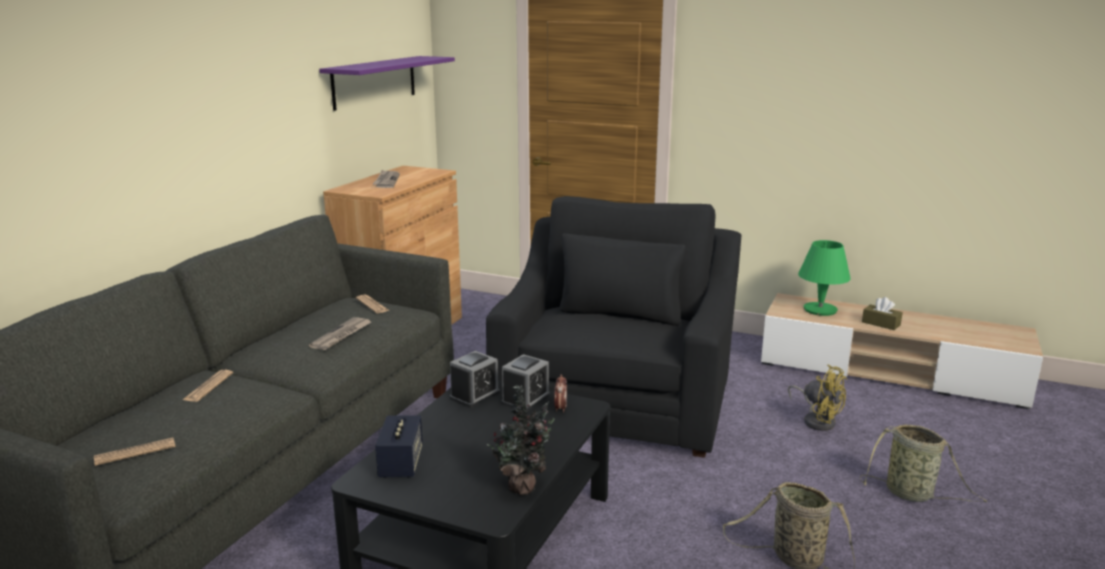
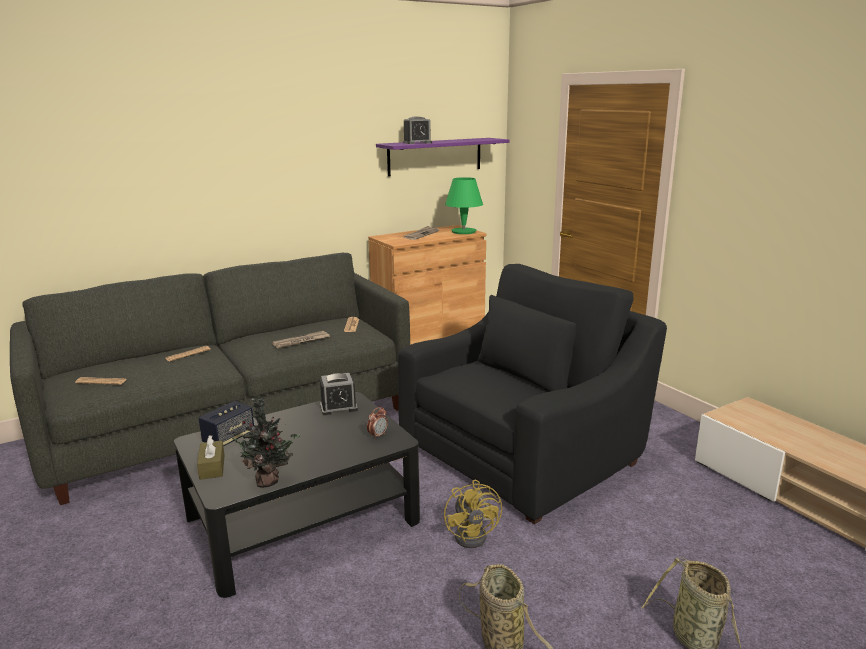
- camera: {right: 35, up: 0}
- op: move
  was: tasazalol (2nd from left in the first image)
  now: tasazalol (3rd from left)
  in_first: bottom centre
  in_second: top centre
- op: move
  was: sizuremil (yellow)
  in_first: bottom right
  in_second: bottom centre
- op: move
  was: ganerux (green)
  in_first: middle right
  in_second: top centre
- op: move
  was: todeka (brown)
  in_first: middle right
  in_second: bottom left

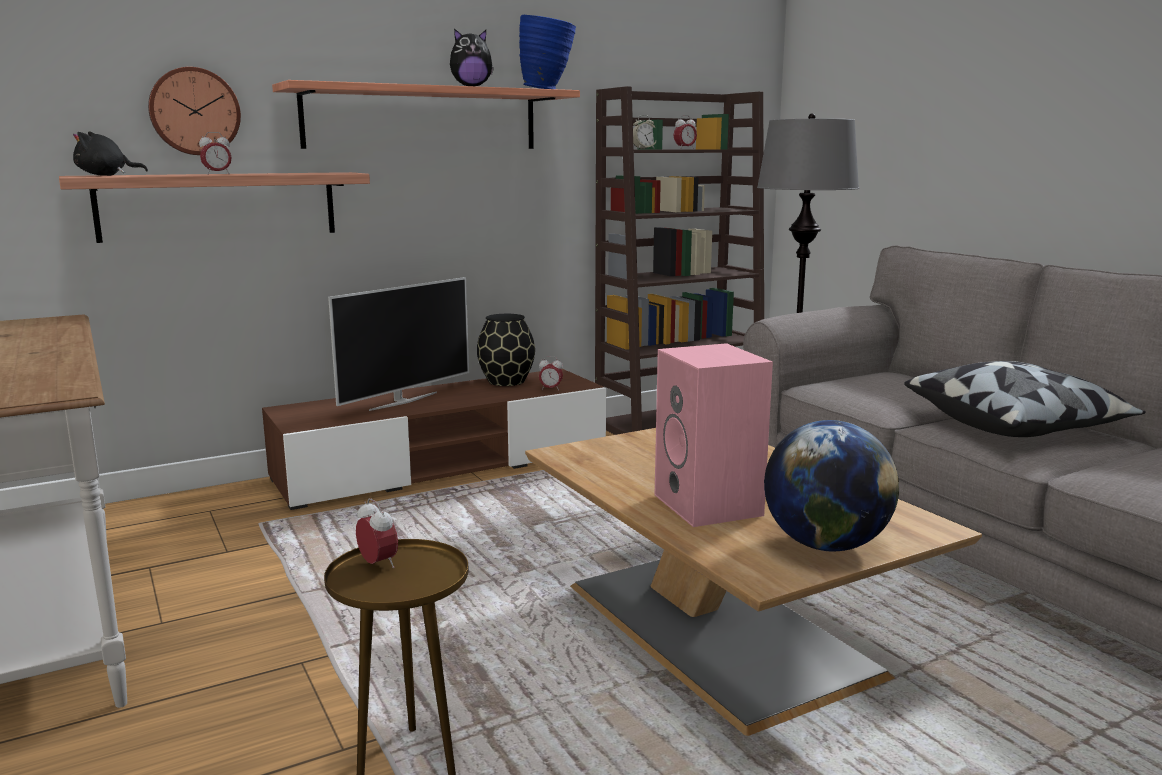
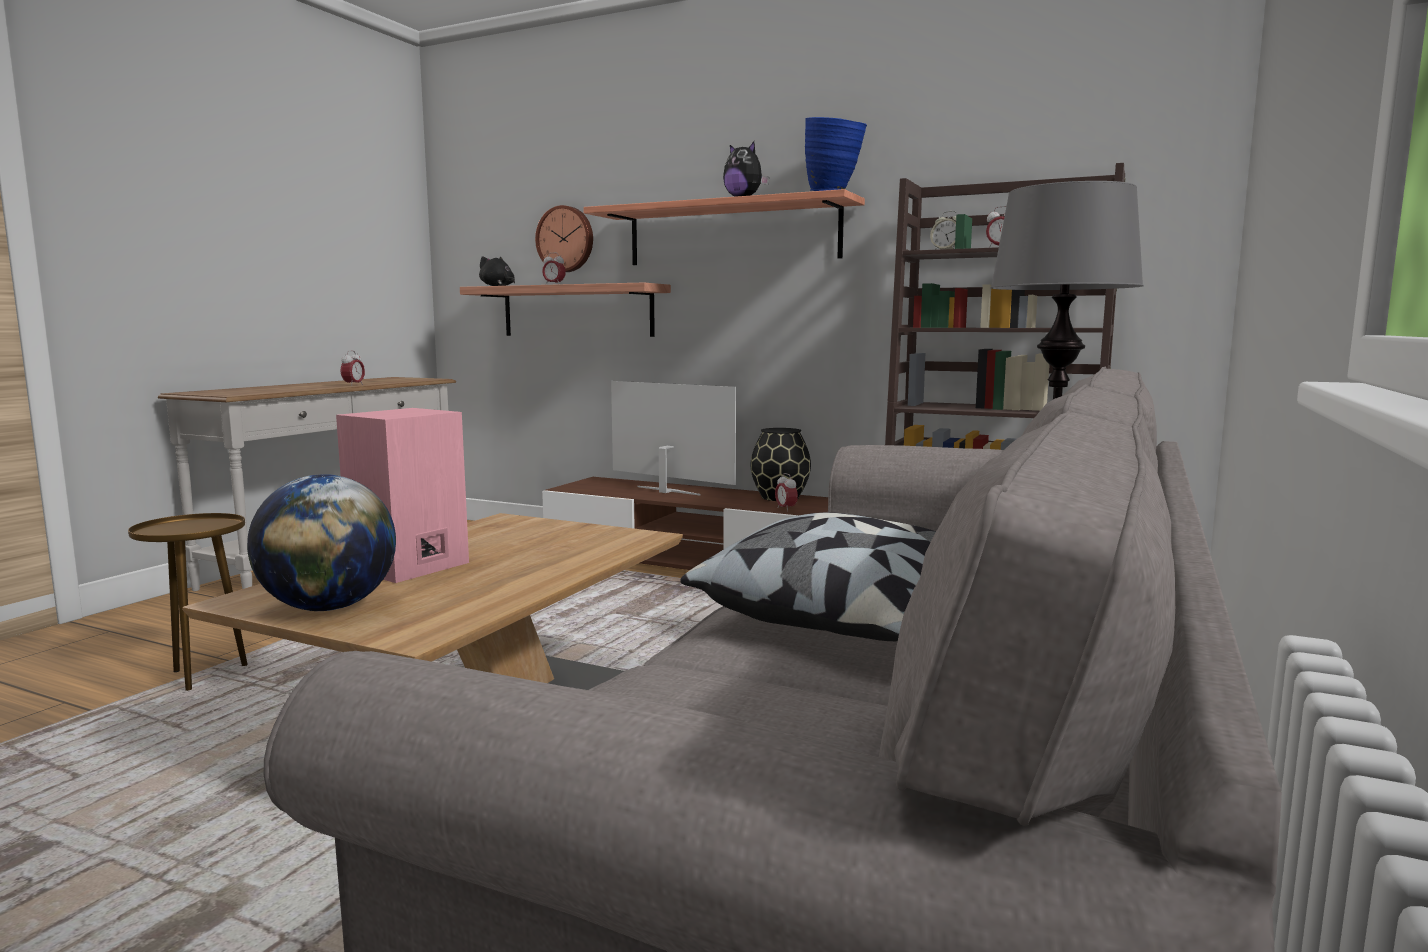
- camera: {right: 55, up: -5}
- op: move
  was: tasazalol (2nd from left in the first image)
  now: tasazalol (1st from left)
  in_first: bottom left
  in_second: middle left
- op: rotate
  was: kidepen
  in_first: centre
  in_second: centre
  clockwise: -150

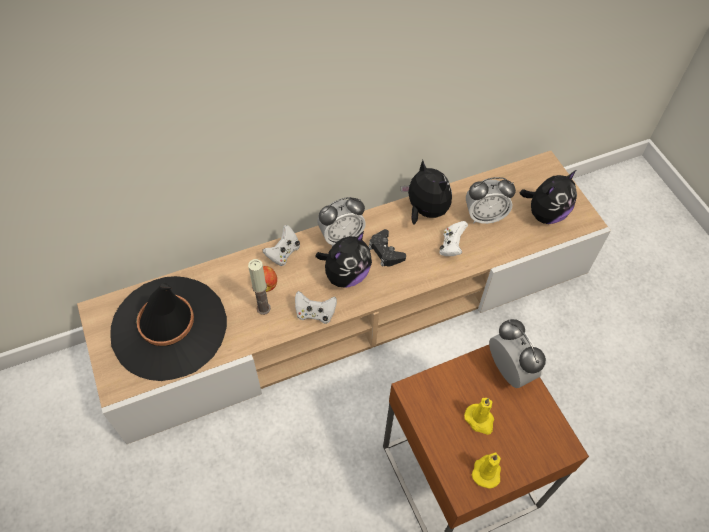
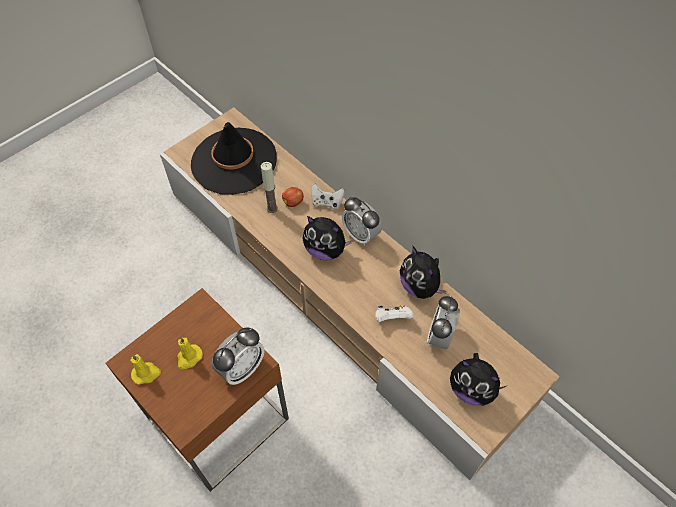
- camera: {right: 70, up: 0}
- op: delete
  was: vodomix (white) (2nd from left)
  in_first: centre
- op: delete
  was: vodomix (black)
  in_first: centre
- op: rotate
  was: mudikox (2nd from left)
  in_first: centre
  in_second: centre
  clockwise: 120
- op: rotate
  was: tasazalol (2nd from left in the first image)
  in_first: middle right
  in_second: centre
  clockwise: 45

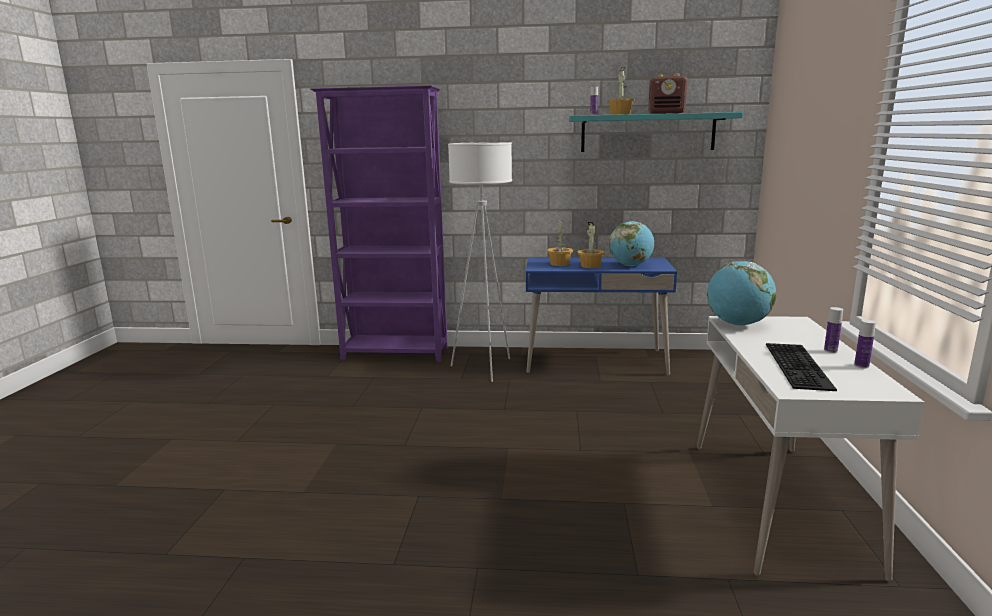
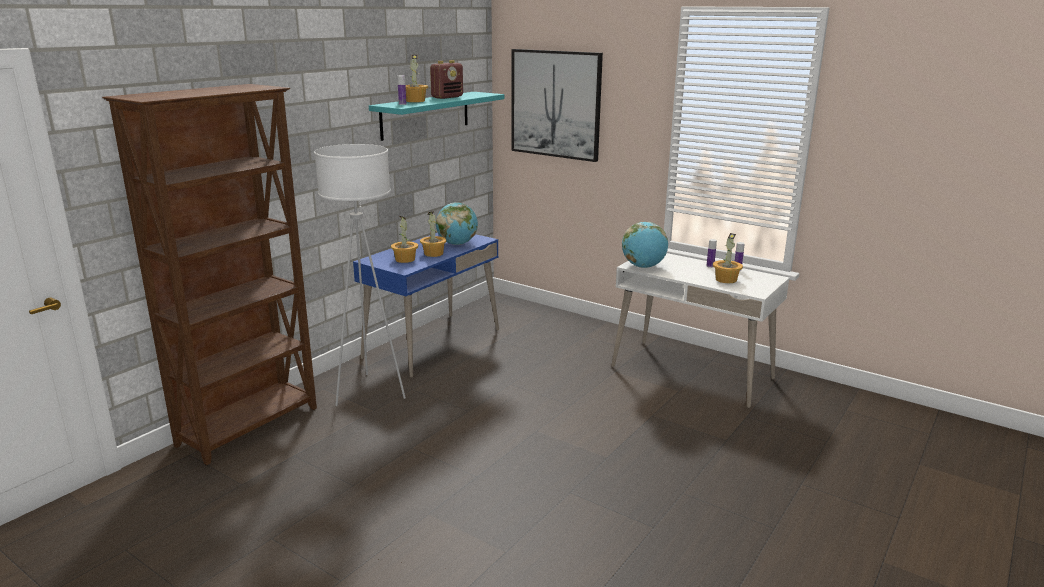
- camera: {right: -60, up: 5}
- op: insert
  now: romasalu
  in_second: top centre
- op: replace
  was: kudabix
  now: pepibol (4th from left)
  in_first: middle right
  in_second: middle right
- op: recolor
  was: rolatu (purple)
  now: rolatu (brown)
  in_first: centre
  in_second: middle left

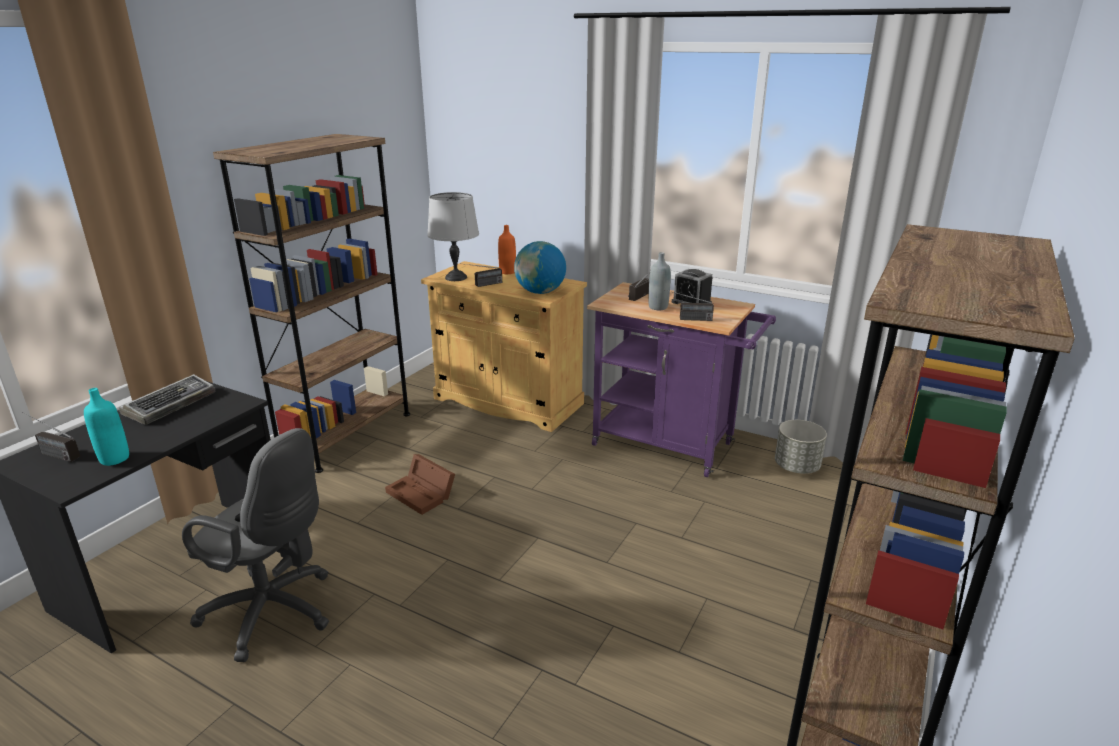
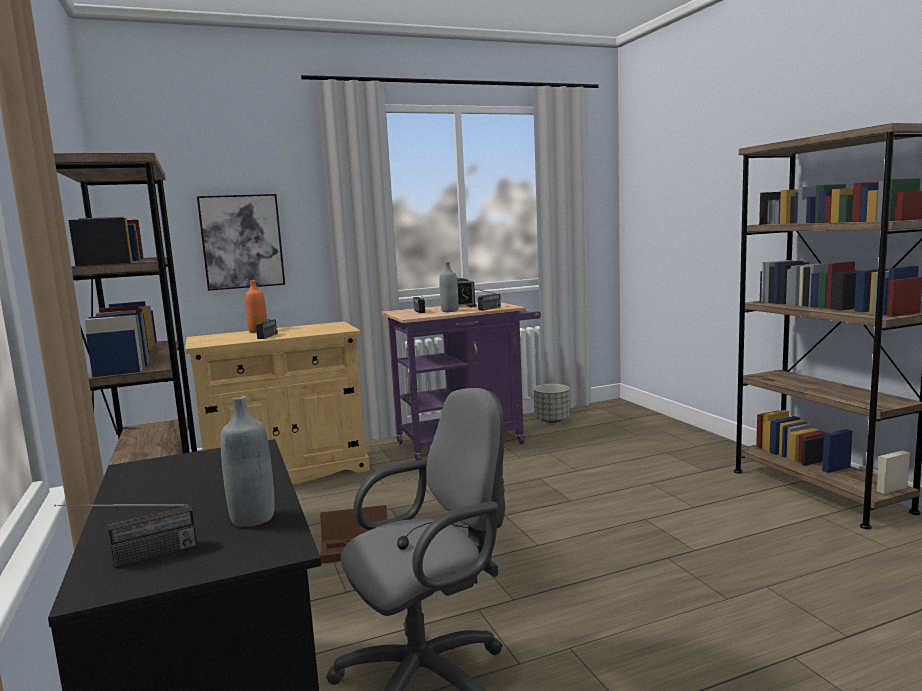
- camera: {right: -50, up: -15}
- op: delete
  was: kudabix
  in_first: middle left
- op: delete
  was: ganerux (grey)
  in_first: top centre
- op: delete
  was: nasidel
  in_first: centre
- op: insert
  now: romasalu
  in_second: middle left
- op: recolor
  was: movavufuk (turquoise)
  now: movavufuk (grey) (1st from left)
  in_first: middle left
  in_second: bottom left

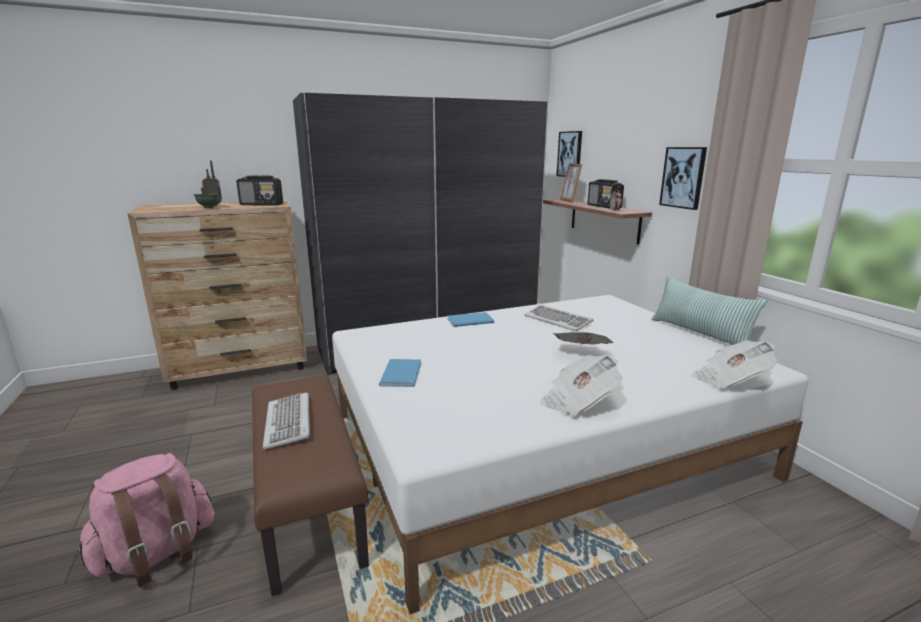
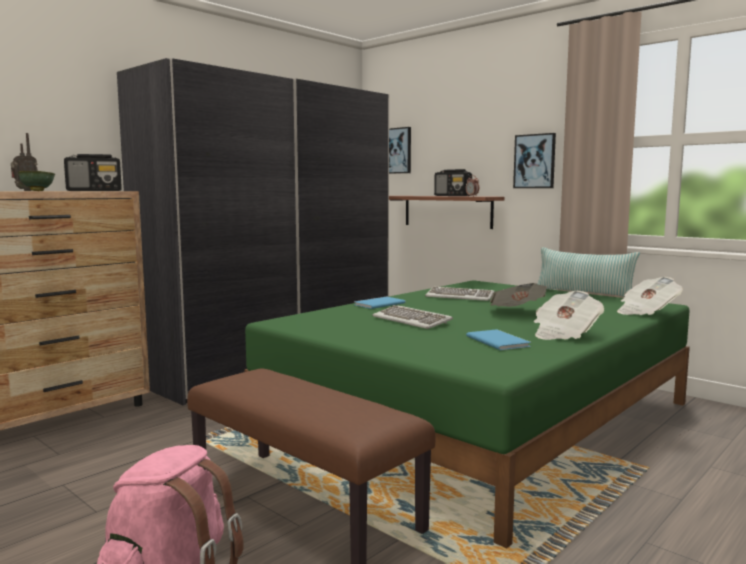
- camera: {right: -25, up: -10}
- op: delete
  was: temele
  in_first: top centre
- op: move
  was: kudabix (1st from left)
  in_first: bottom left
  in_second: centre
- op: move
  was: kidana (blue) (1st from left in the first image)
  now: kidana (blue) (2nd from left)
  in_first: centre
  in_second: middle right
- op: recolor
  was: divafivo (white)
  now: divafivo (green)
  in_first: bottom centre
  in_second: bottom centre

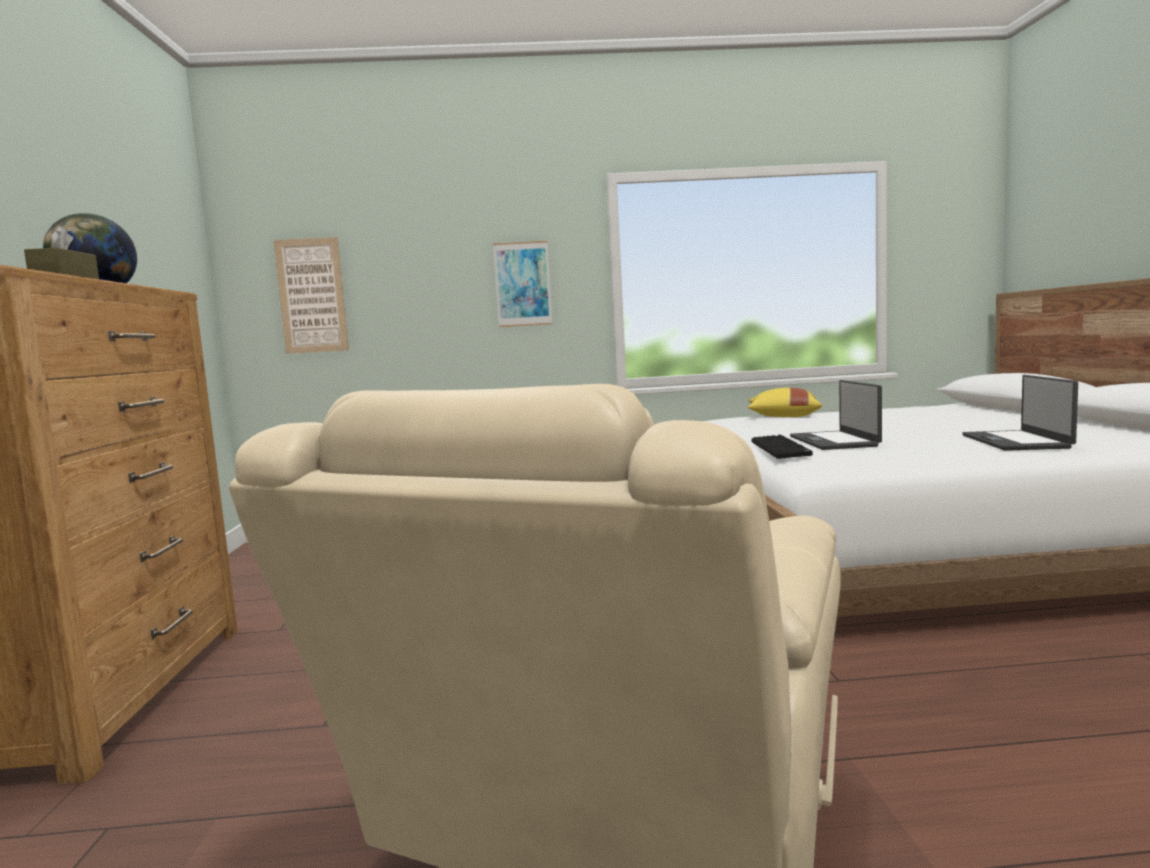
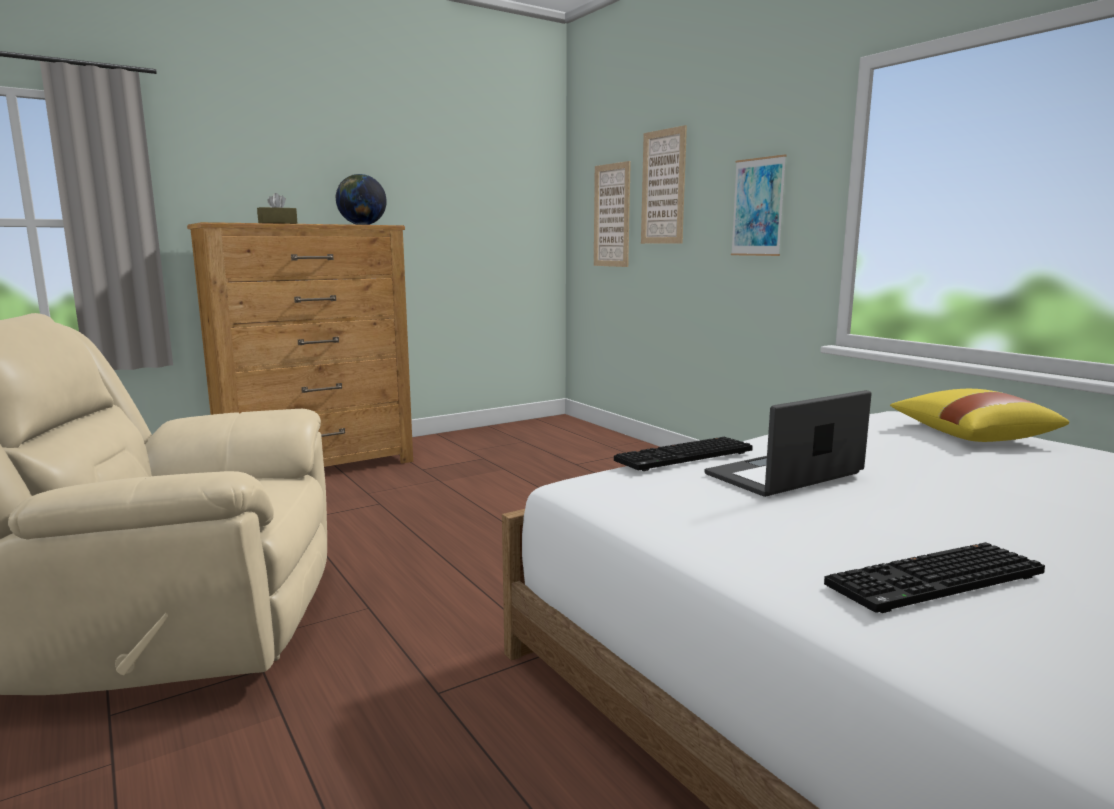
- camera: {right: 60, up: 5}
- op: insert
  now: romasalu (2nd from left)
  in_second: top centre
- op: replace
  was: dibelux (2nd from left)
  now: kudabix (2nd from left)
  in_first: middle right
  in_second: bottom right

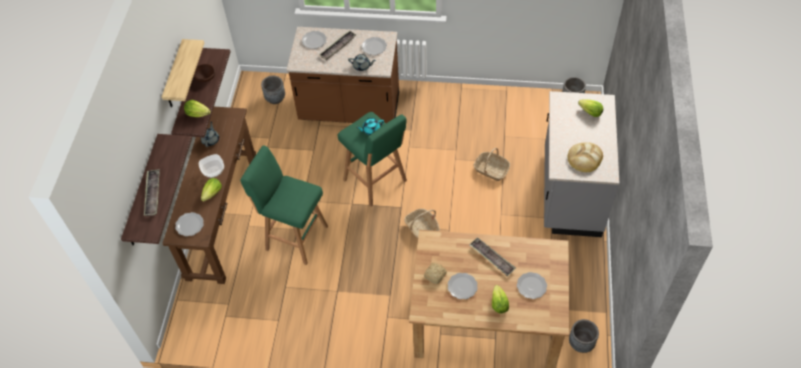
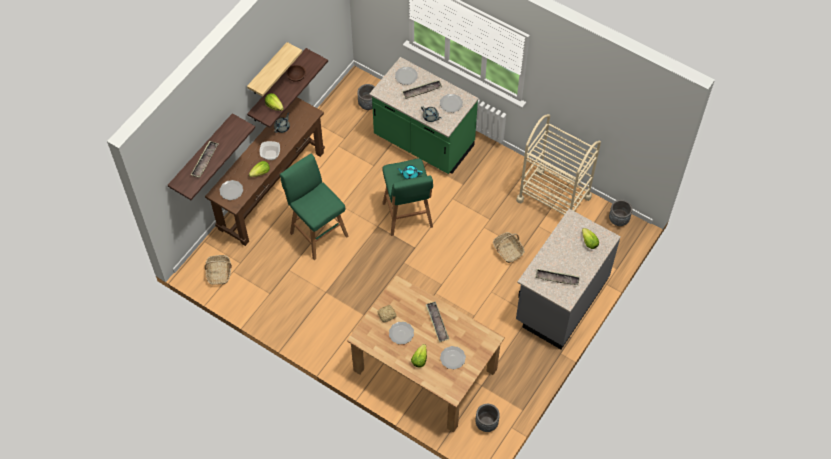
- camera: {right: 25, up: 5}
- op: insert
  now: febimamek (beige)
  in_second: middle right
- op: move
  was: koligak (1st from left)
  in_first: centre
  in_second: middle left
- op: replace
  was: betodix (2nd from left)
  now: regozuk (4th from left)
  in_first: middle right
  in_second: middle right
- op: recolor
  was: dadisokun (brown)
  now: dadisokun (green)
  in_first: top centre
  in_second: top centre

